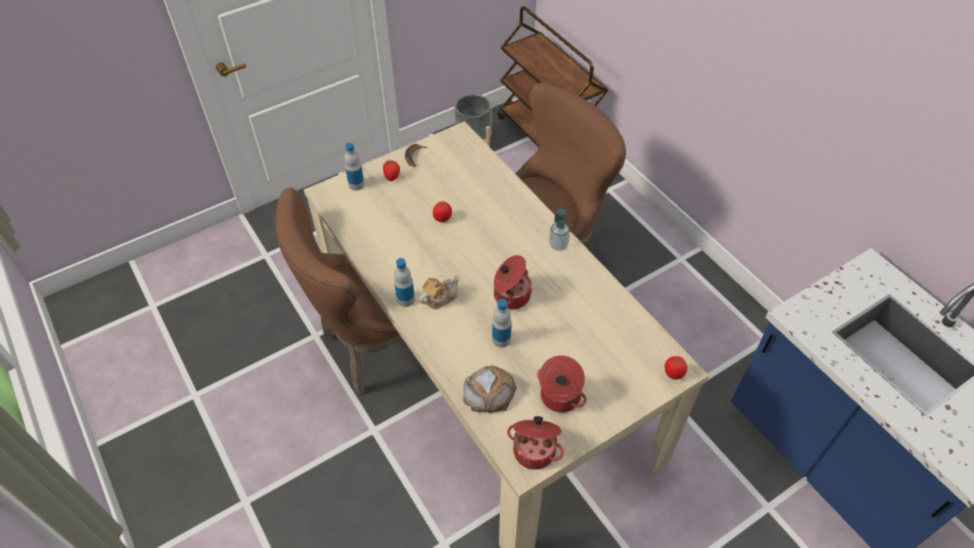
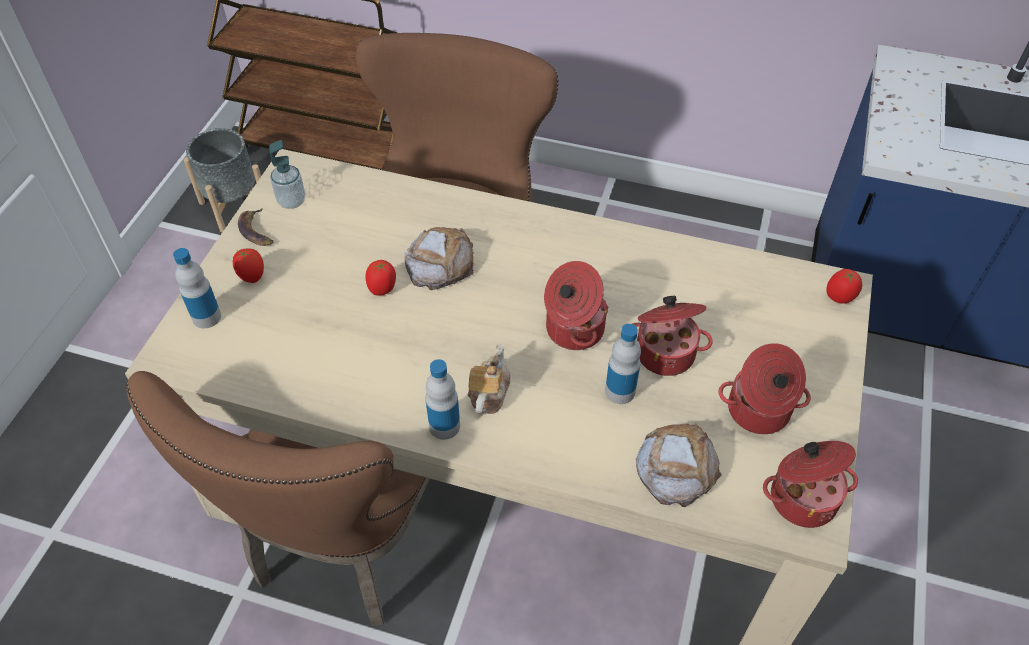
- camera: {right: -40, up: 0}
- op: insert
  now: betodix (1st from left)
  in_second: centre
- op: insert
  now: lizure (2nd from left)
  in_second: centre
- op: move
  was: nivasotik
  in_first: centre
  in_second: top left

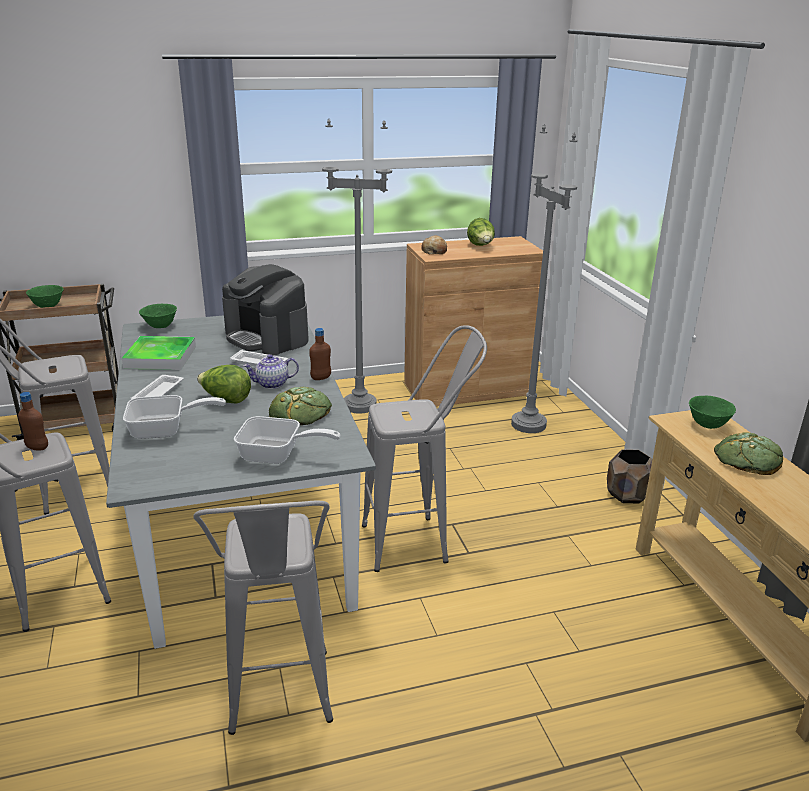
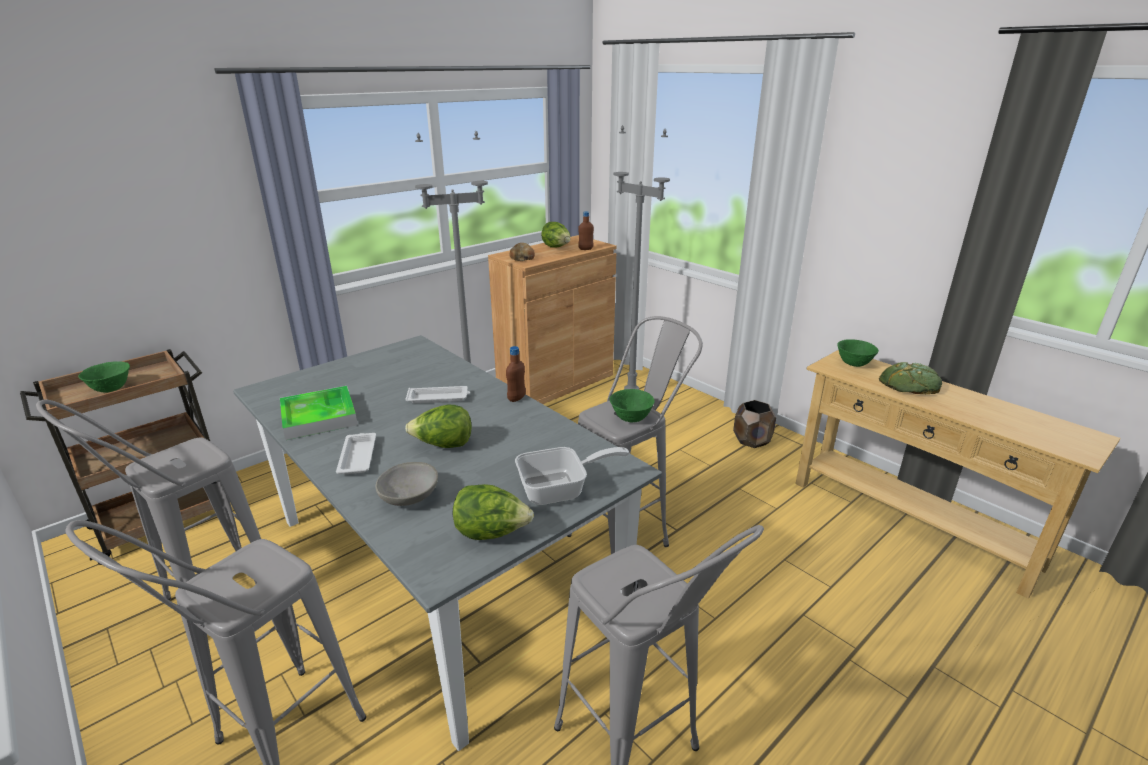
- camera: {right: -25, up: 0}
- op: delete
  was: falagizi
  in_first: middle left
- op: delete
  was: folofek
  in_first: centre
- op: delete
  was: betodix (1st from left)
  in_first: centre
- op: insert
  now: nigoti (2nd from left)
  in_second: bottom centre
- op: move
  was: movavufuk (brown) (1st from left in the first image)
  now: movavufuk (brown) (2nd from left)
  in_first: middle left
  in_second: top centre
- op: move
  was: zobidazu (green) (2nd from left)
  in_first: middle left
  in_second: centre
- op: replace
  was: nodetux (1st from left)
  now: zobidazu (grey)
  in_first: middle left
  in_second: centre

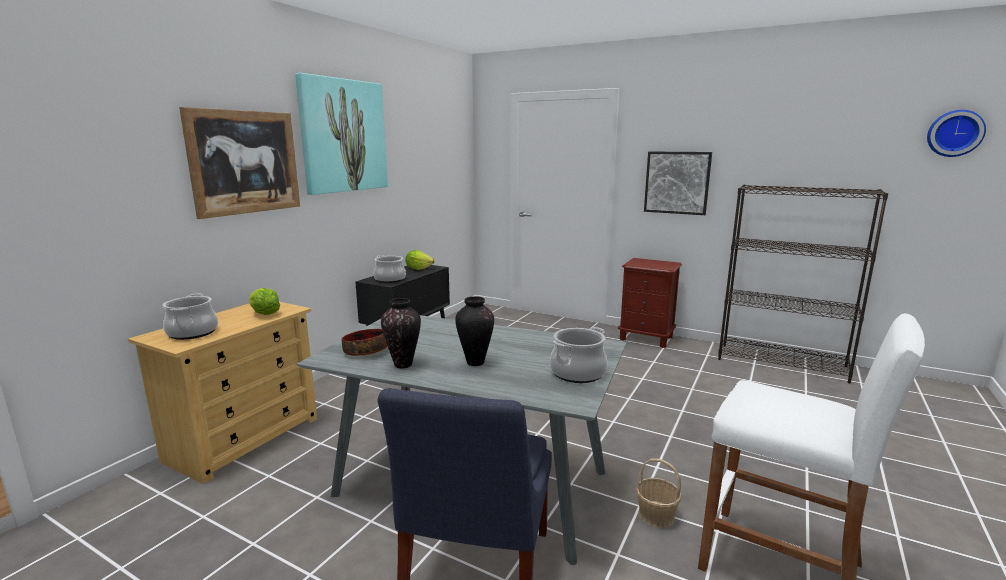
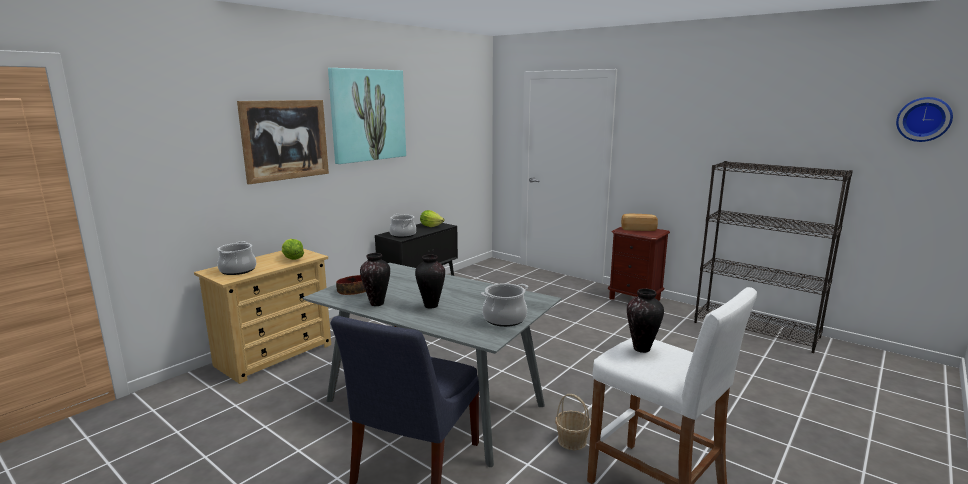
- camera: {right: 10, up: 0}
- op: delete
  was: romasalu (3rd from left)
  in_first: top right
- op: insert
  now: betodix
  in_second: centre
- op: insert
  now: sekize (3rd from left)
  in_second: centre

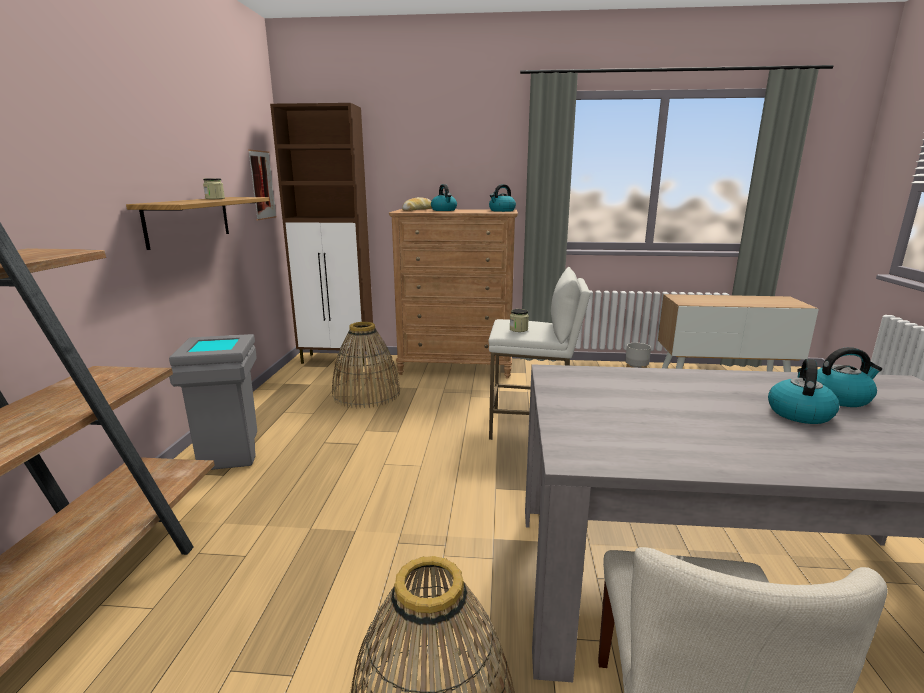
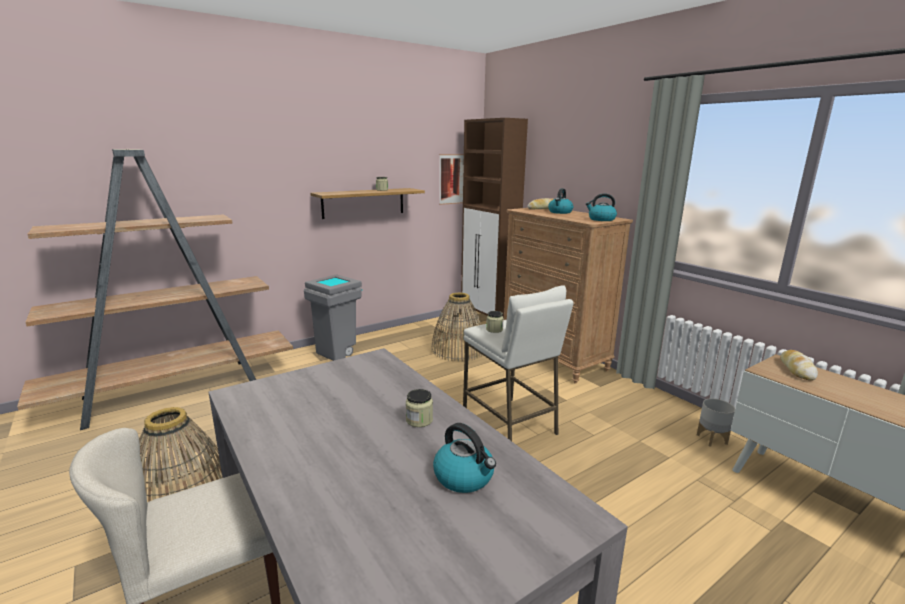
- camera: {right: 50, up: 0}
- op: delete
  was: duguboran (3rd from left)
  in_first: middle right
- op: insert
  now: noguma (2nd from left)
  in_second: bottom centre
- op: insert
  now: betodix (2nd from left)
  in_second: middle right

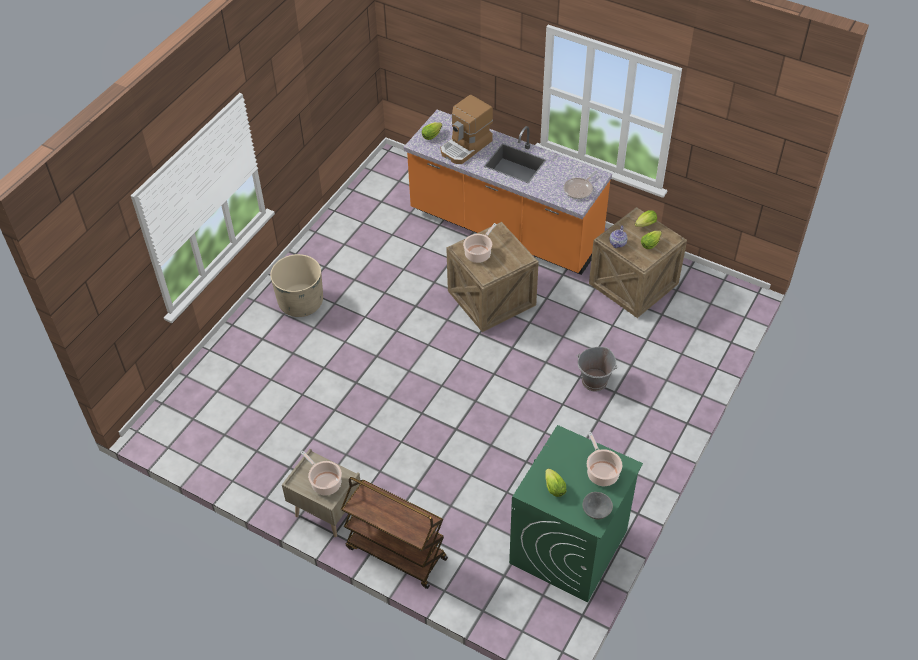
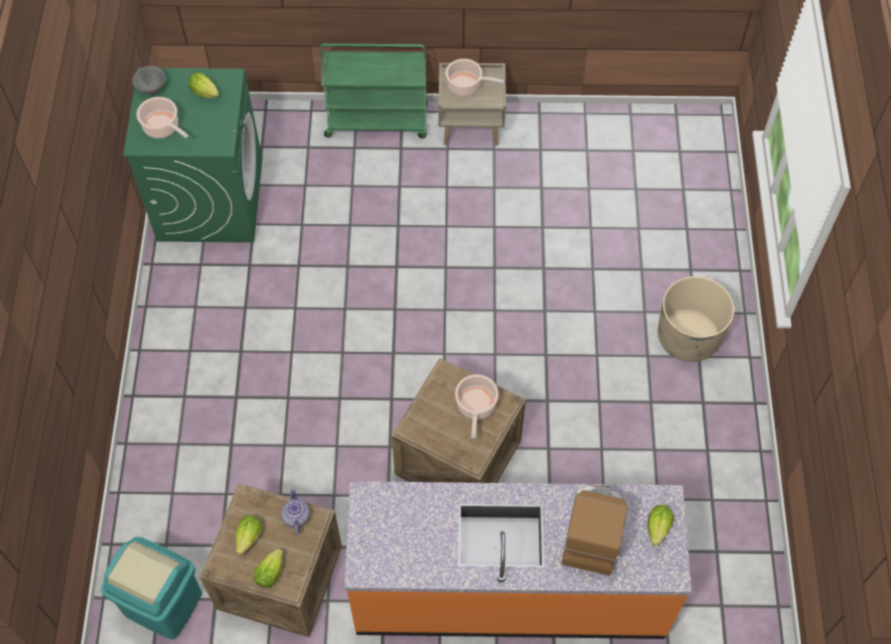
- camera: {right: 150, up: 10}
- op: delete
  was: nodetux
  in_first: top centre
- op: delete
  was: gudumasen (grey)
  in_first: centre
- op: insert
  now: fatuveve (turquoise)
  in_second: bottom left
- op: recolor
  was: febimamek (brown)
  now: febimamek (green)
  in_first: bottom centre
  in_second: top centre

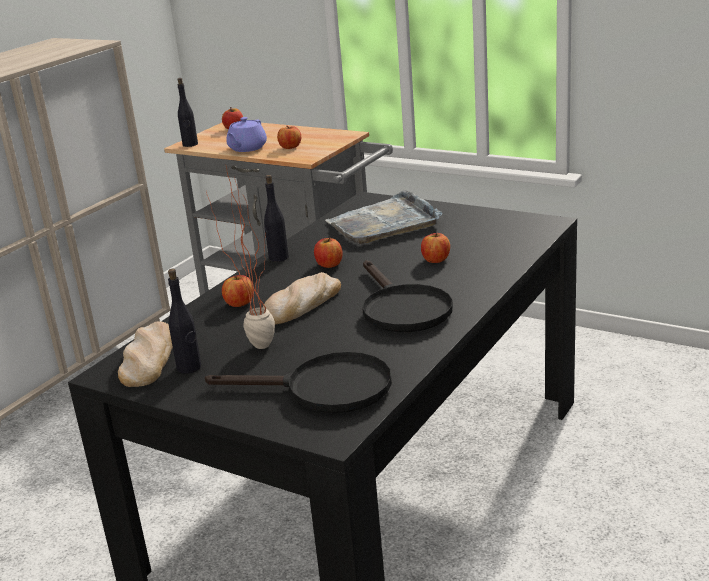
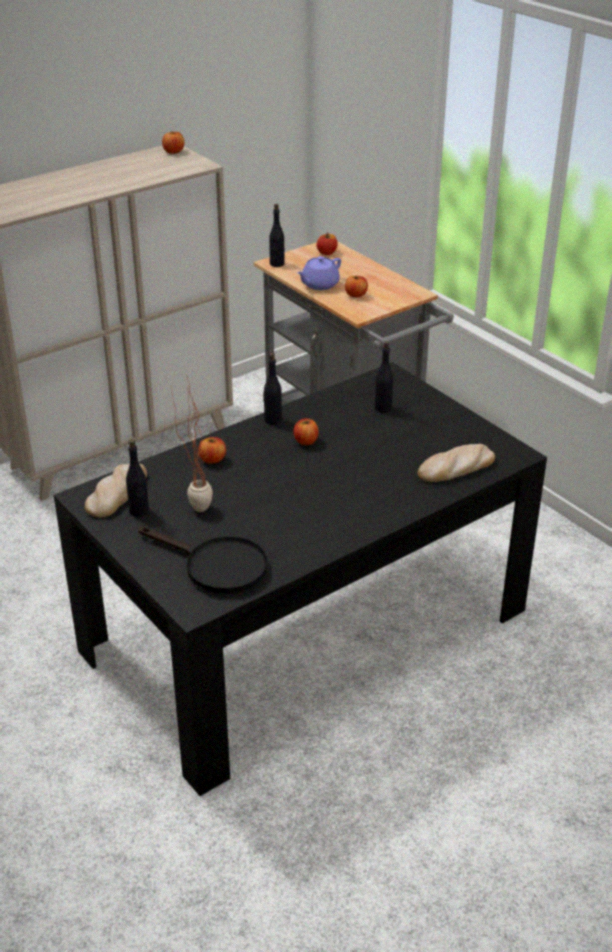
- camera: {right: 20, up: 10}
- op: delete
  was: nodetux (black) (2nd from left)
  in_first: centre
- op: move
  was: betodix (2nd from left)
  in_first: centre
  in_second: middle right
- op: move
  was: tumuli (5th from left in the first image)
  now: tumuli (1st from left)
  in_first: centre
  in_second: top left
- op: replace
  was: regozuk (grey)
  now: movavufuk (black) (4th from left)
  in_first: centre
  in_second: centre

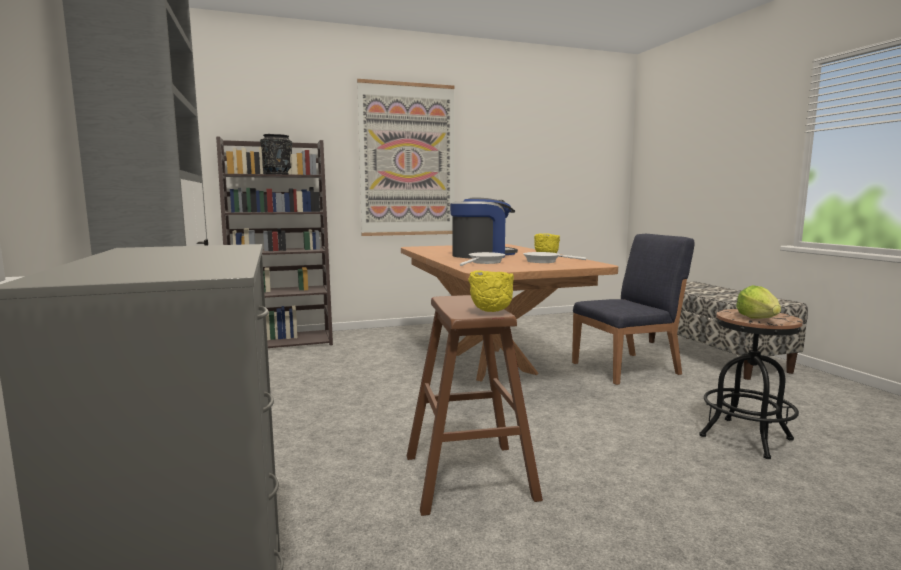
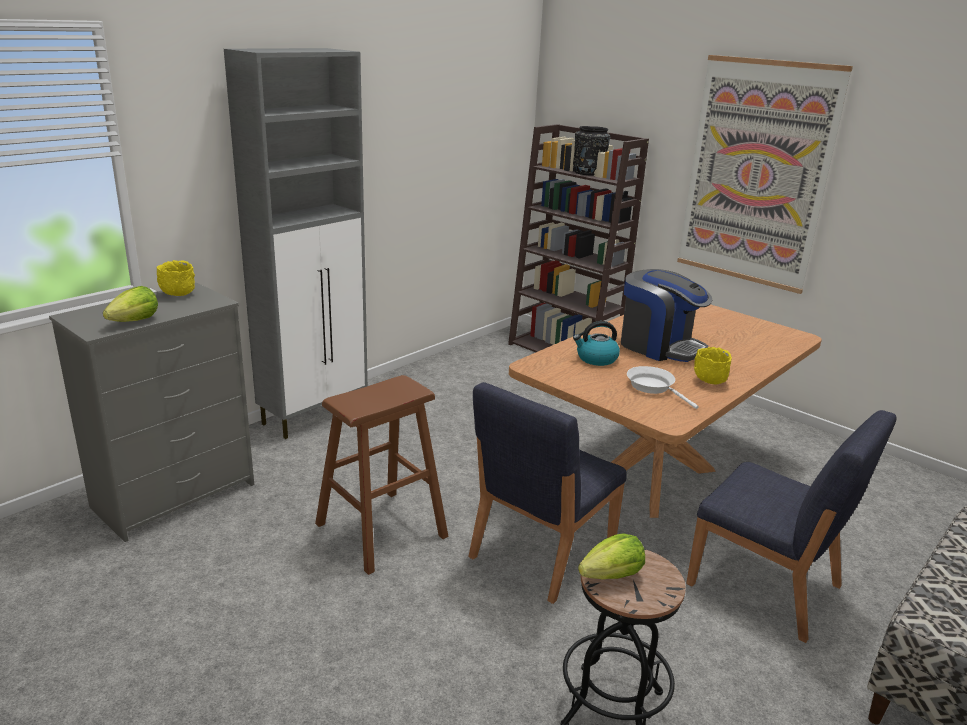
- camera: {right: 60, up: 15}
- op: insert
  now: nigoti (1st from left)
  in_second: middle left
- op: insert
  now: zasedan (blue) (1st from left)
  in_second: bottom centre
- op: move
  was: zobidazu (yellow) (1st from left)
  in_first: centre
  in_second: middle left
- op: replace
  was: nodetux (white) (1st from left)
  now: duguboran
  in_first: centre
  in_second: centre

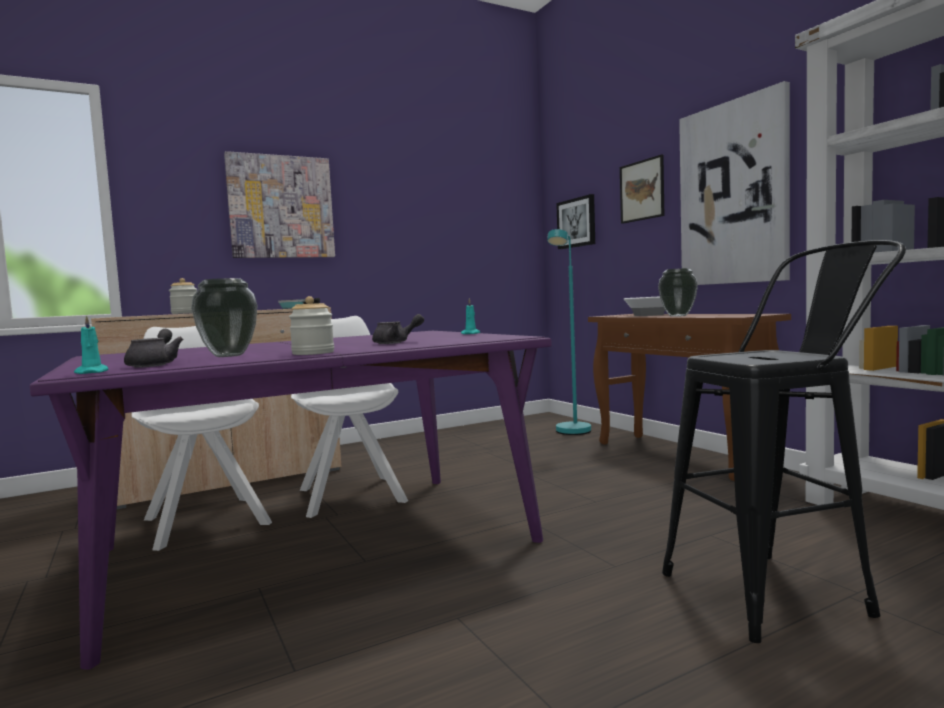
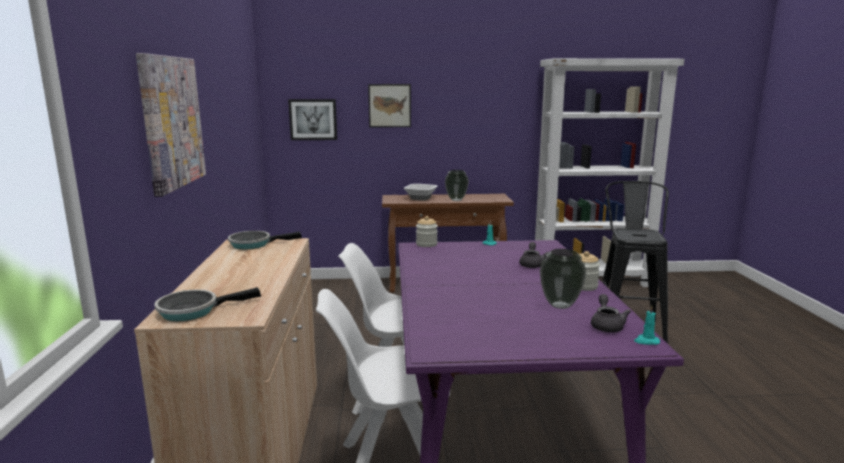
- camera: {right: -65, up: 10}
- op: delete
  was: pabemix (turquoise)
  in_first: centre
- op: delete
  was: romasalu (4th from left)
  in_first: top right
- op: insert
  now: nodetux (1st from left)
  in_second: middle left
- op: move
  was: noguma (1st from left)
  in_first: middle left
  in_second: centre
- op: rotate
  was: folofek (grey) (1st from left in the first image)
  in_first: middle left
  in_second: bottom right
  clockwise: 75

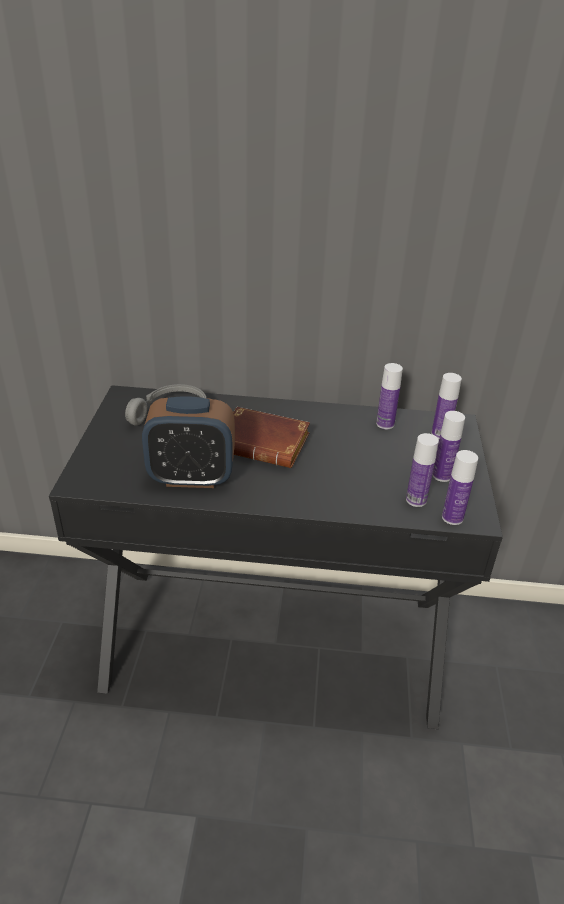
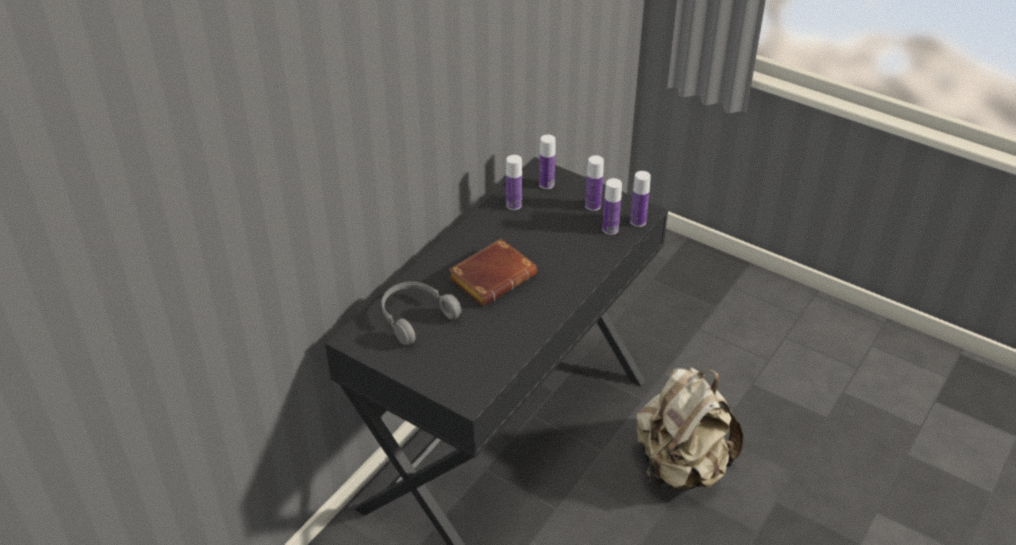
- camera: {right: -60, up: 5}
- op: delete
  was: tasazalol
  in_first: centre
- op: insert
  now: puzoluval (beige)
  in_second: bottom right

